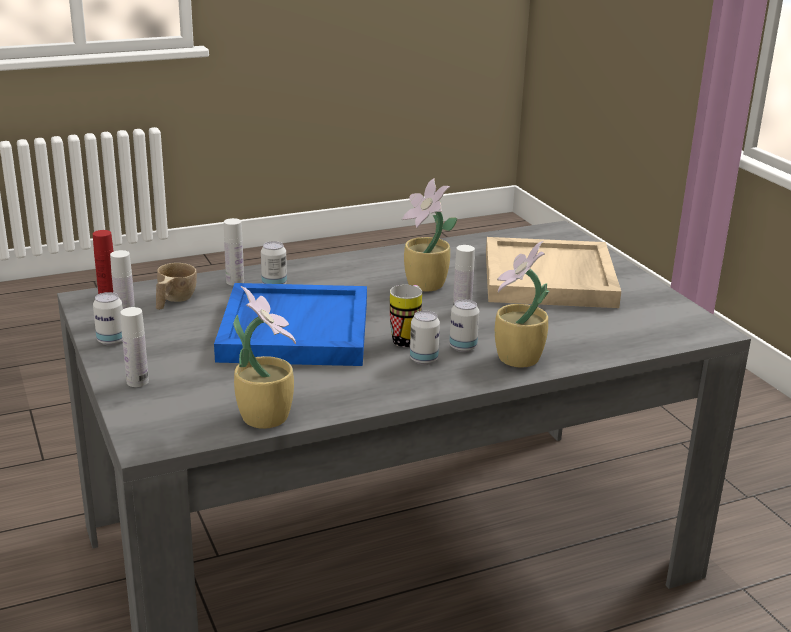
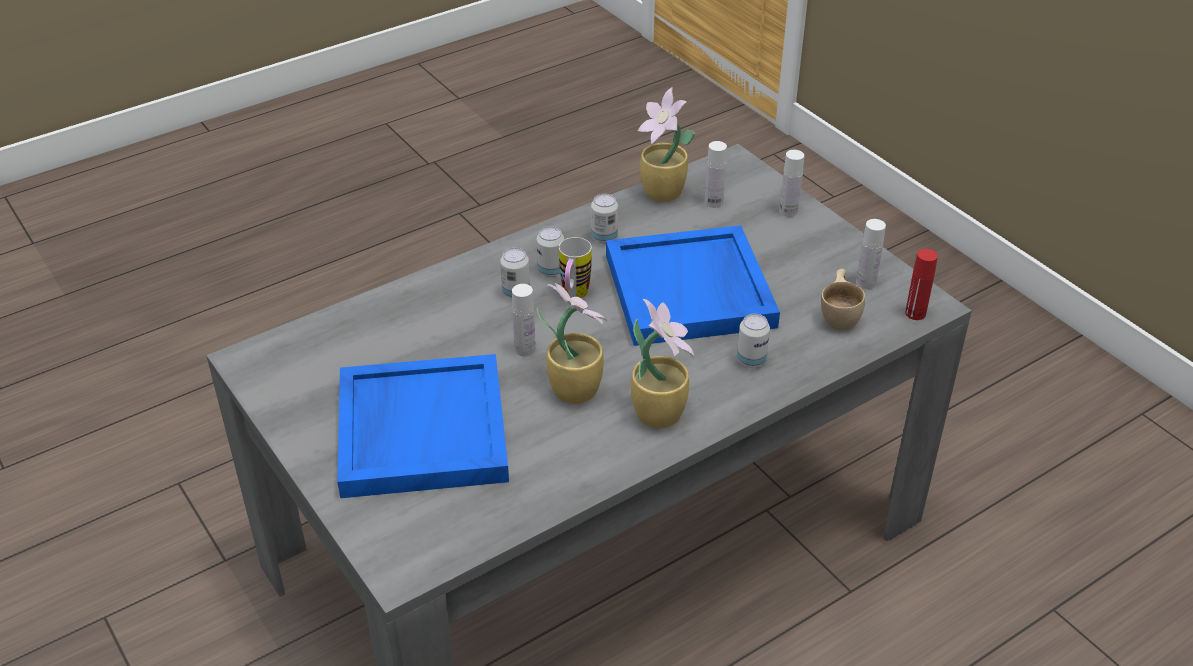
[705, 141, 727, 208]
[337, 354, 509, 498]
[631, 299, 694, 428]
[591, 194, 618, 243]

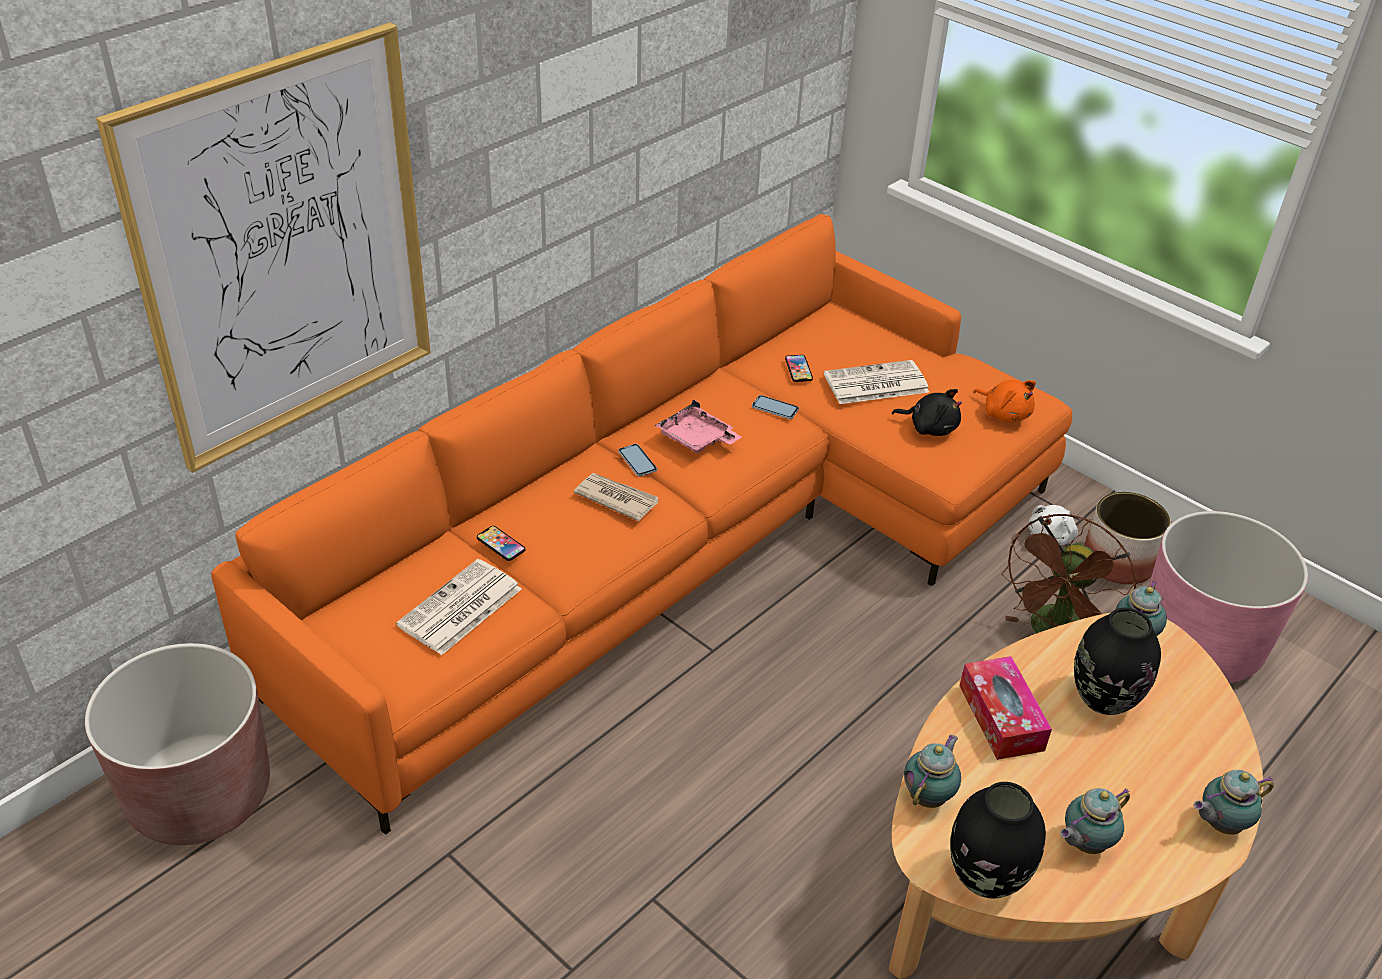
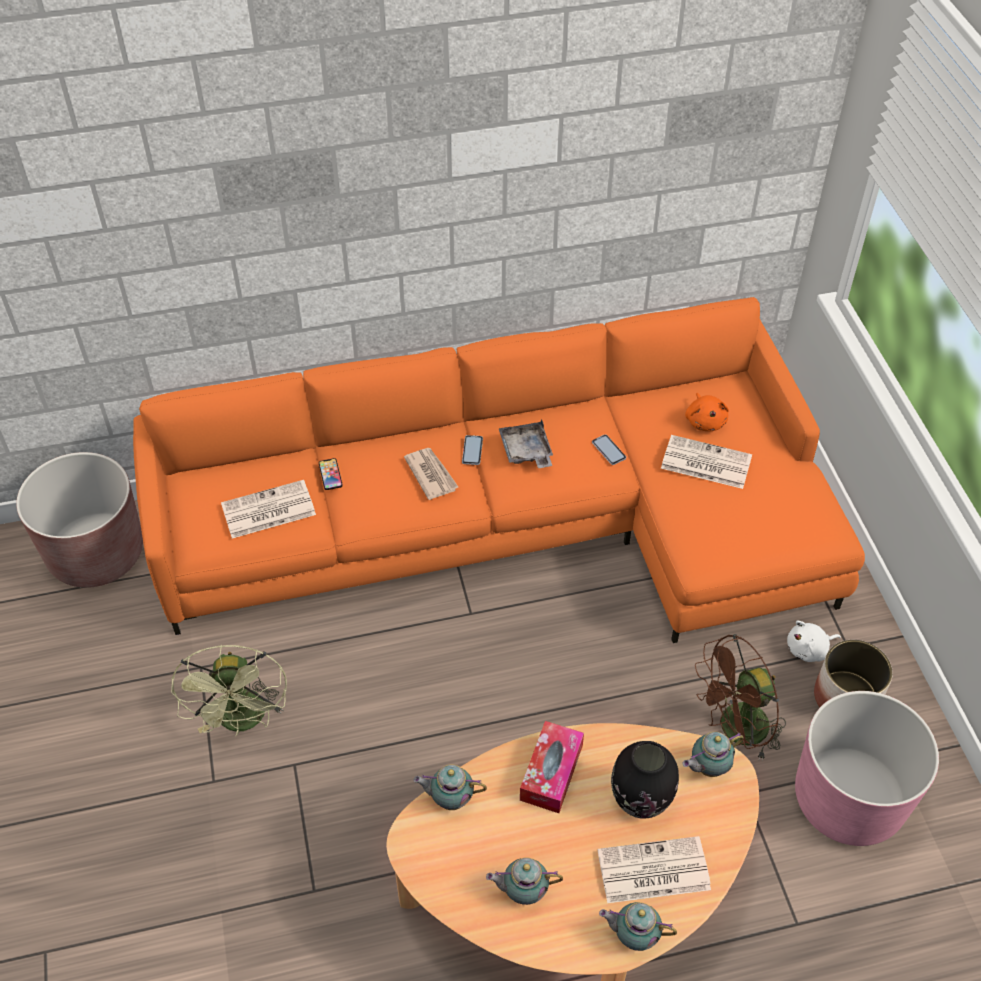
[96, 22, 431, 473] (first image)
[785, 355, 813, 382] (first image)
[685, 393, 729, 431]
[892, 389, 962, 436] (first image)
[499, 419, 553, 468]
[414, 765, 487, 810]
[950, 782, 1046, 899] (first image)
[171, 645, 287, 736]
[597, 836, 711, 903]

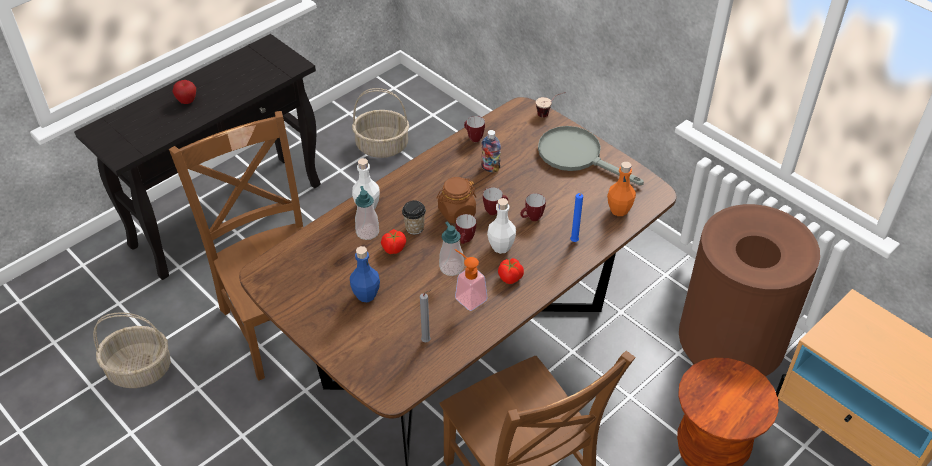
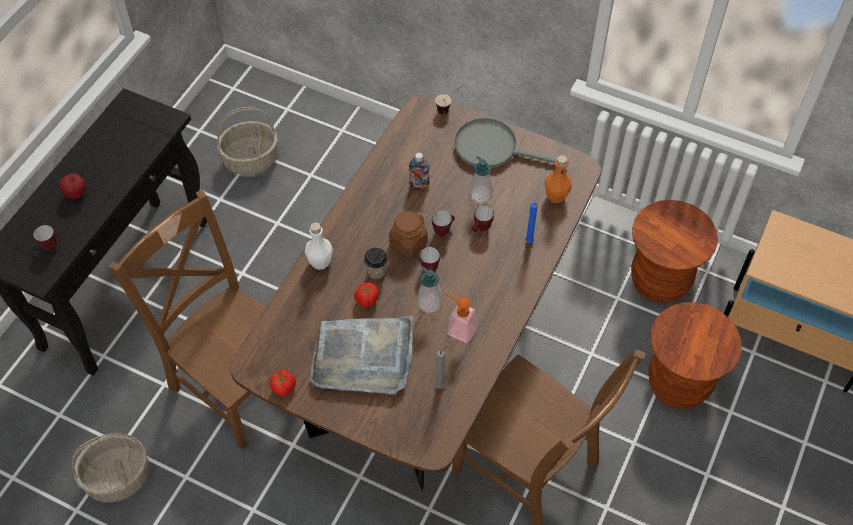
[33, 225, 57, 251]
[470, 156, 493, 203]
[487, 198, 516, 254] (first image)
[631, 200, 718, 303]
[310, 316, 413, 394]
[270, 369, 296, 397]

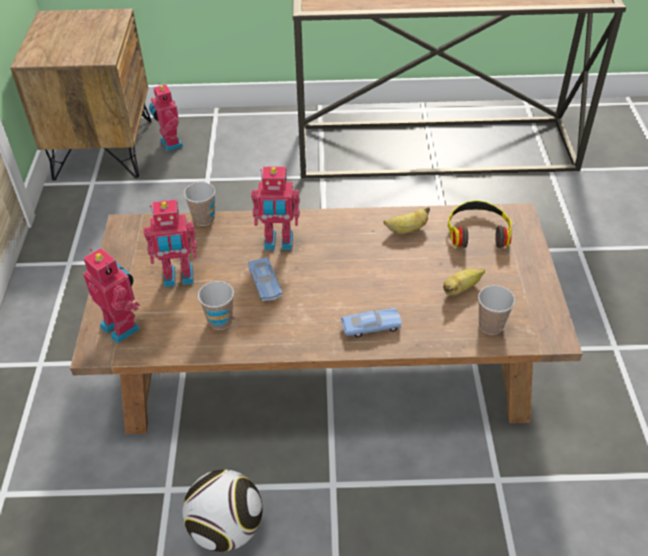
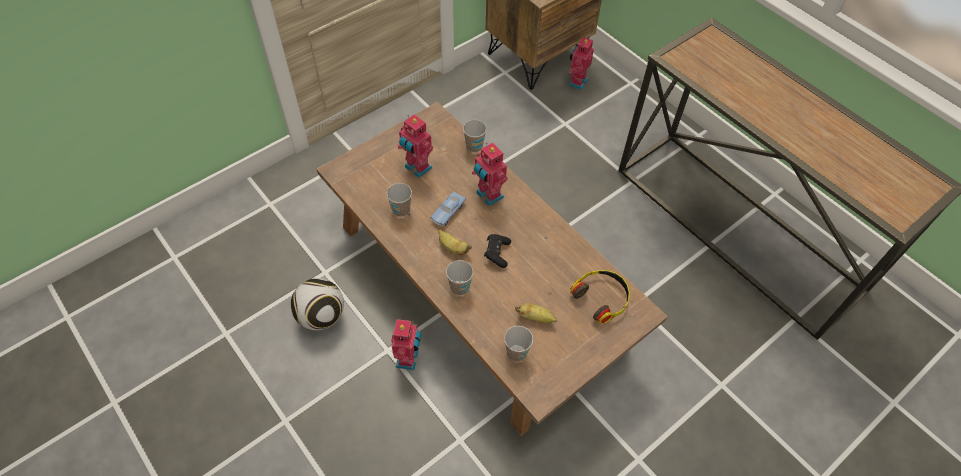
[439, 230, 472, 255]
[391, 318, 421, 370]
[446, 260, 473, 295]
[484, 234, 511, 268]

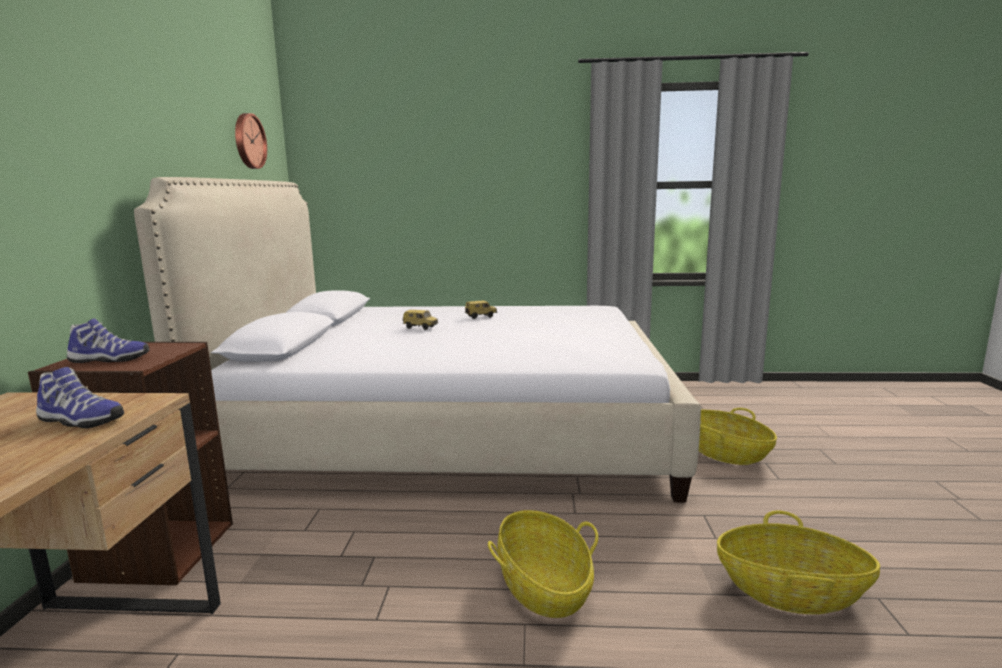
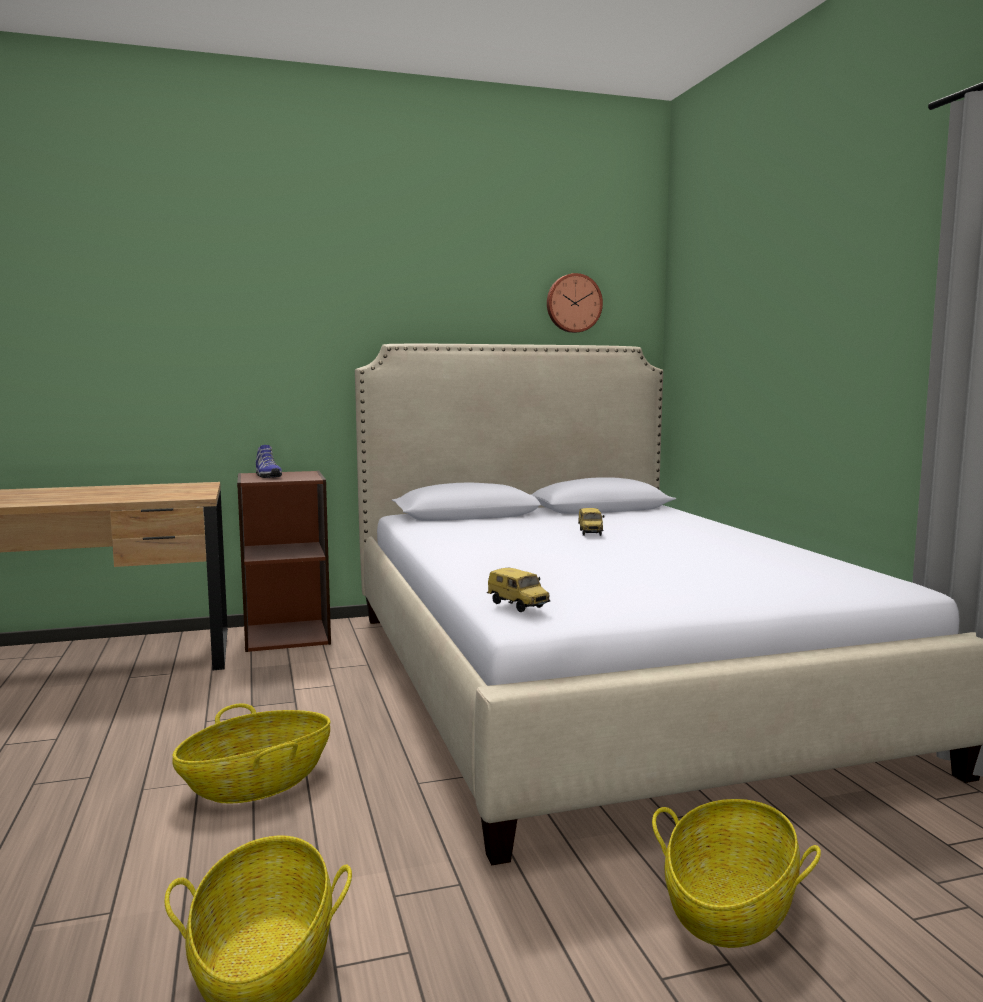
[487, 568, 550, 612]
[36, 367, 124, 429] (first image)

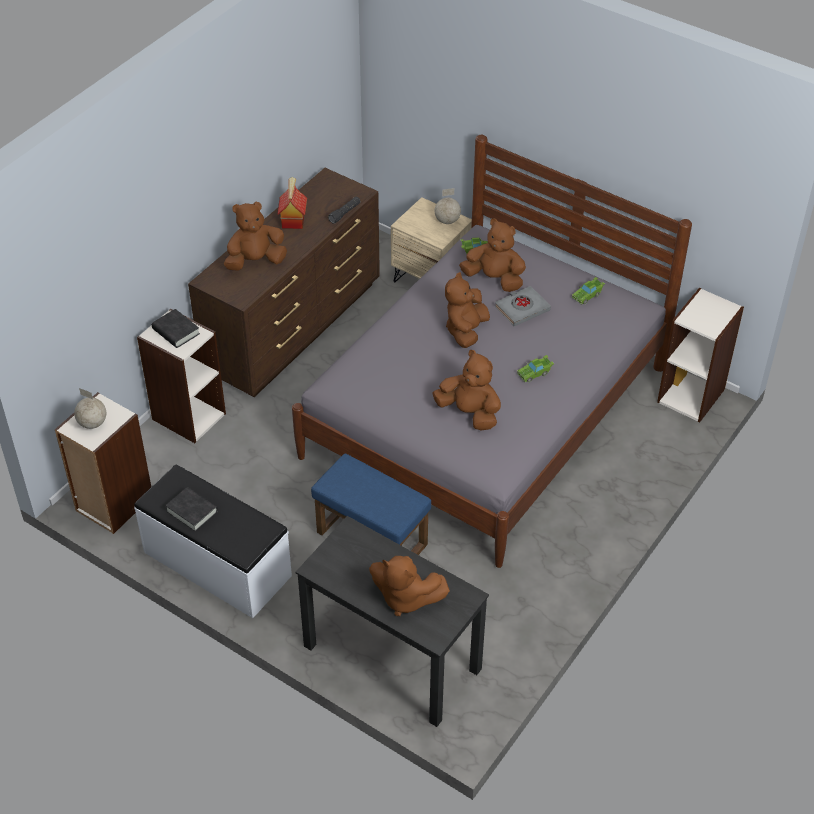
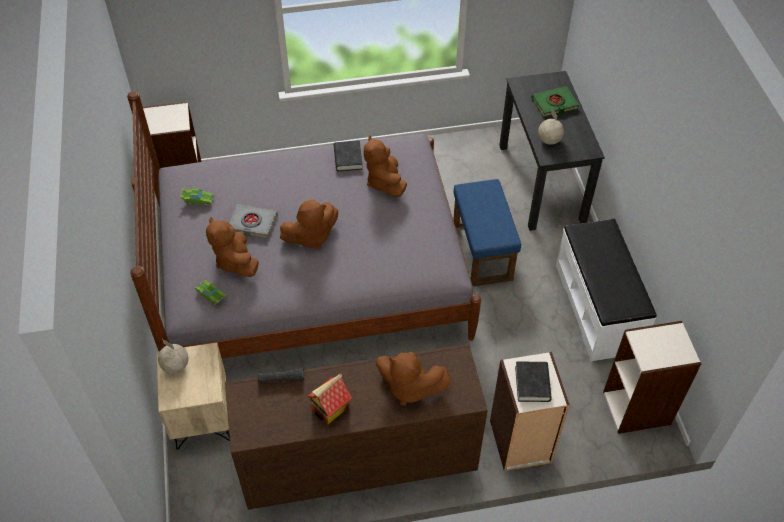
[517, 355, 554, 383] (first image)
[538, 108, 564, 145]
[334, 140, 363, 171]
[531, 86, 579, 117]

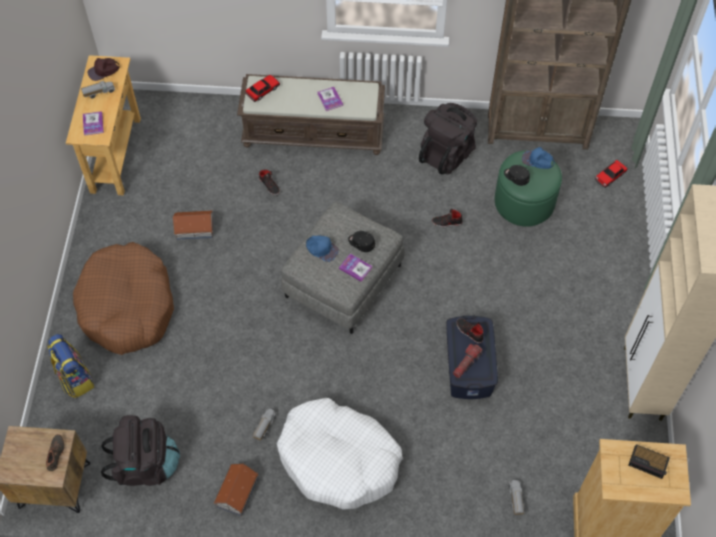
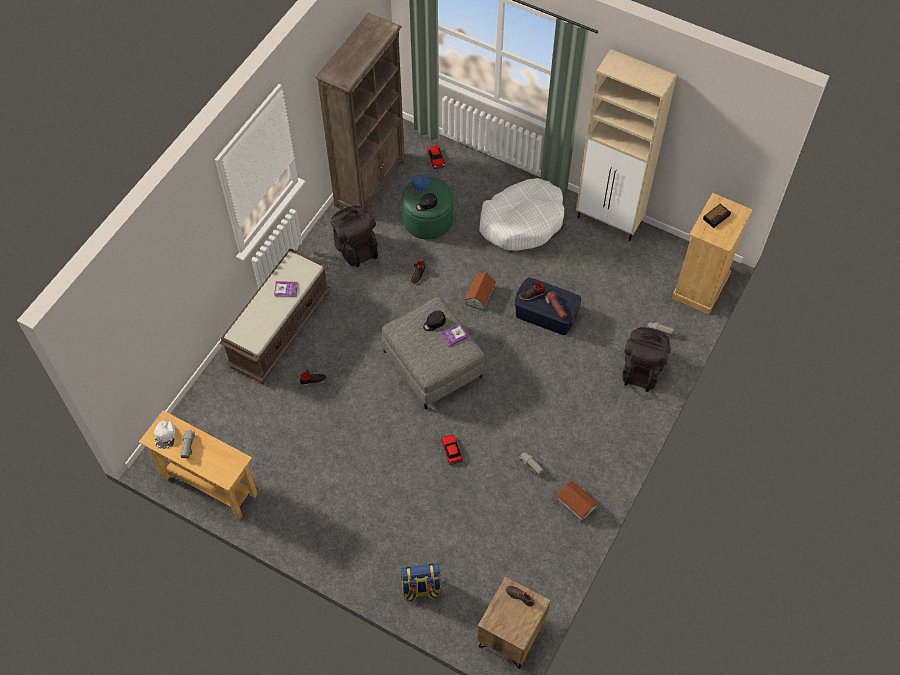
[154, 420, 175, 449]
[441, 435, 462, 465]
[83, 111, 104, 136] (first image)
[465, 272, 496, 311]
[306, 236, 339, 262] (first image)
[73, 242, 174, 355] (first image)
[479, 178, 564, 251]
[622, 327, 671, 392]

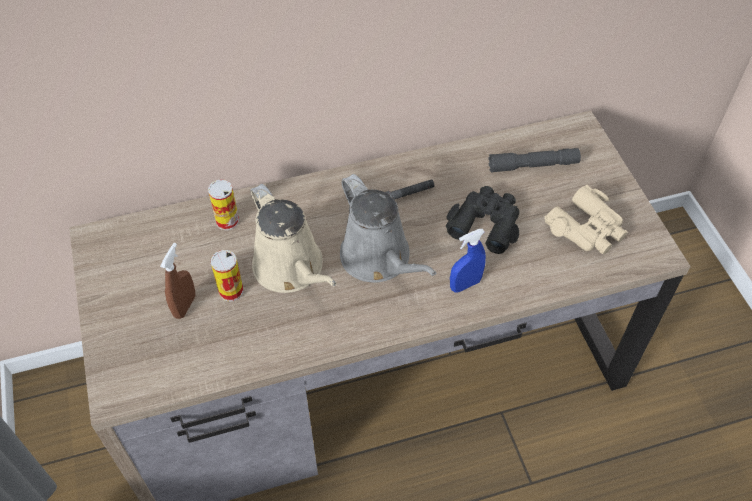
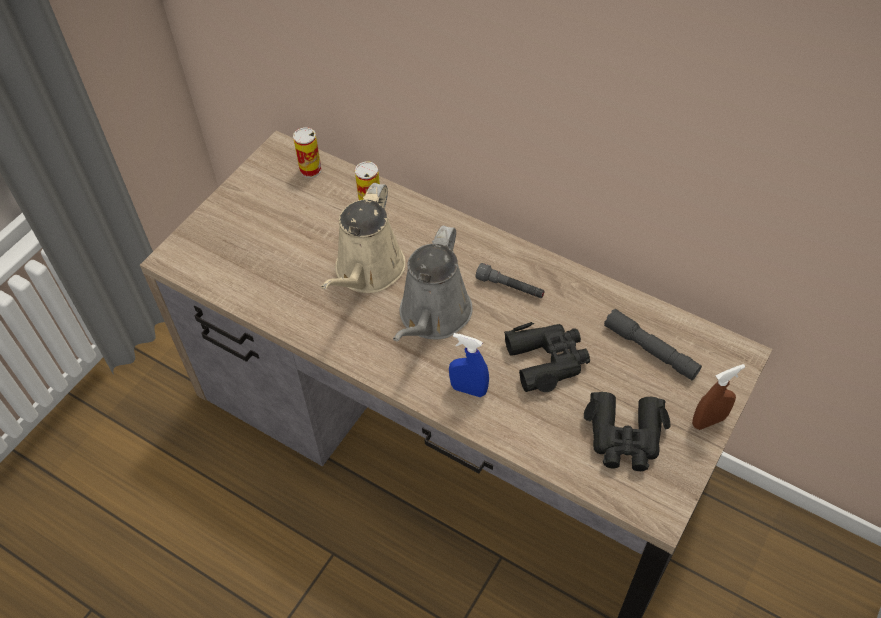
[584, 392, 670, 471]
[692, 364, 745, 430]
[293, 127, 322, 178]

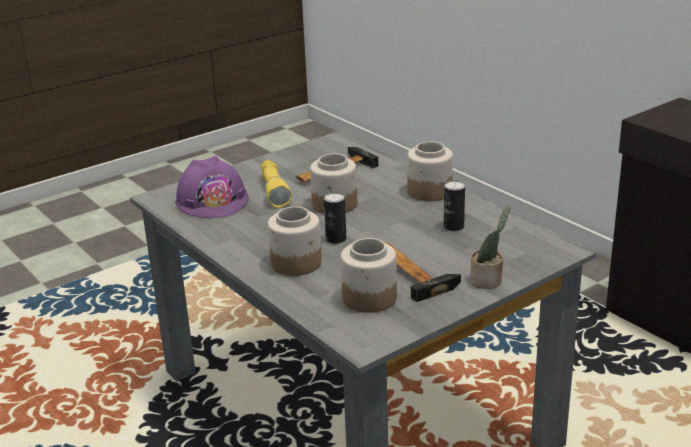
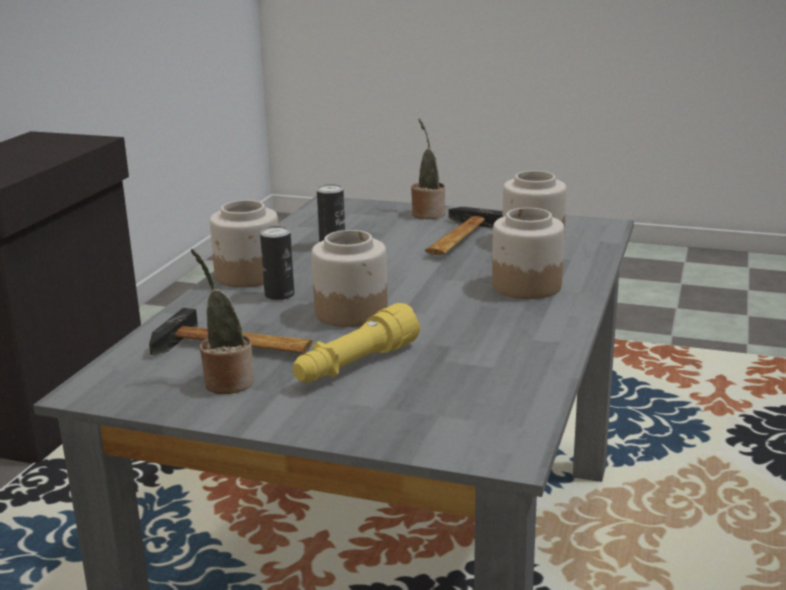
[176, 156, 249, 218] (first image)
[260, 226, 294, 300]
[191, 249, 254, 394]

